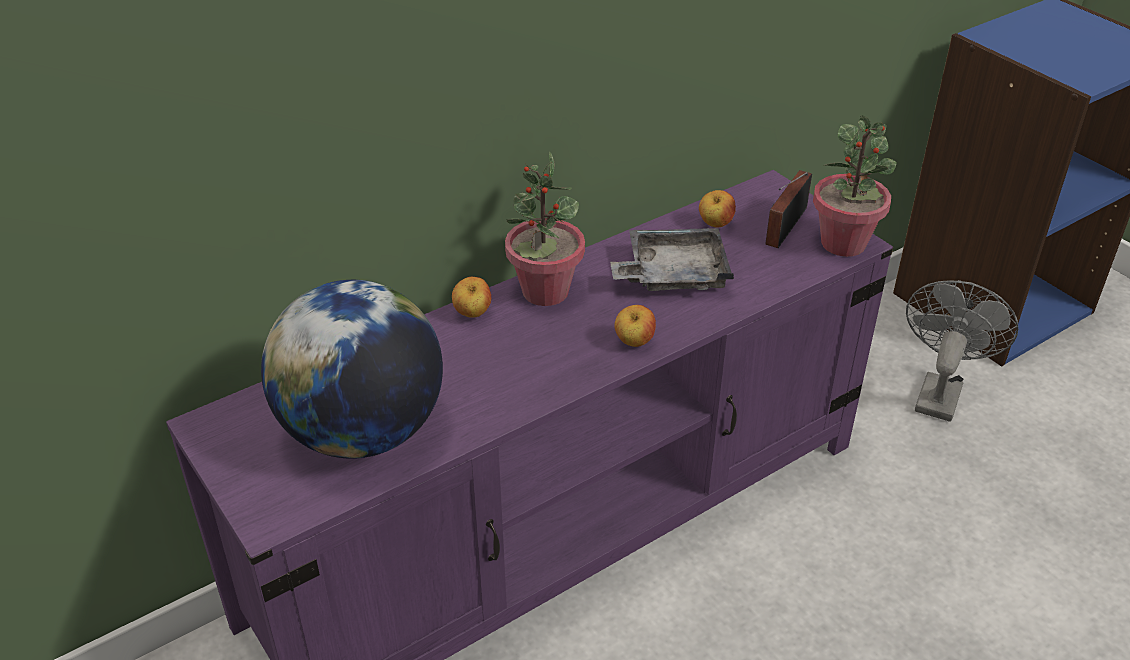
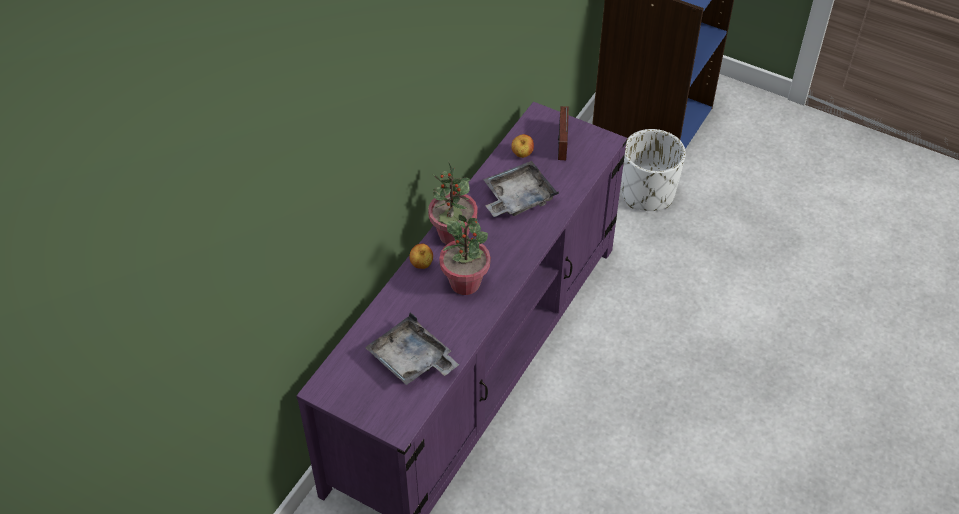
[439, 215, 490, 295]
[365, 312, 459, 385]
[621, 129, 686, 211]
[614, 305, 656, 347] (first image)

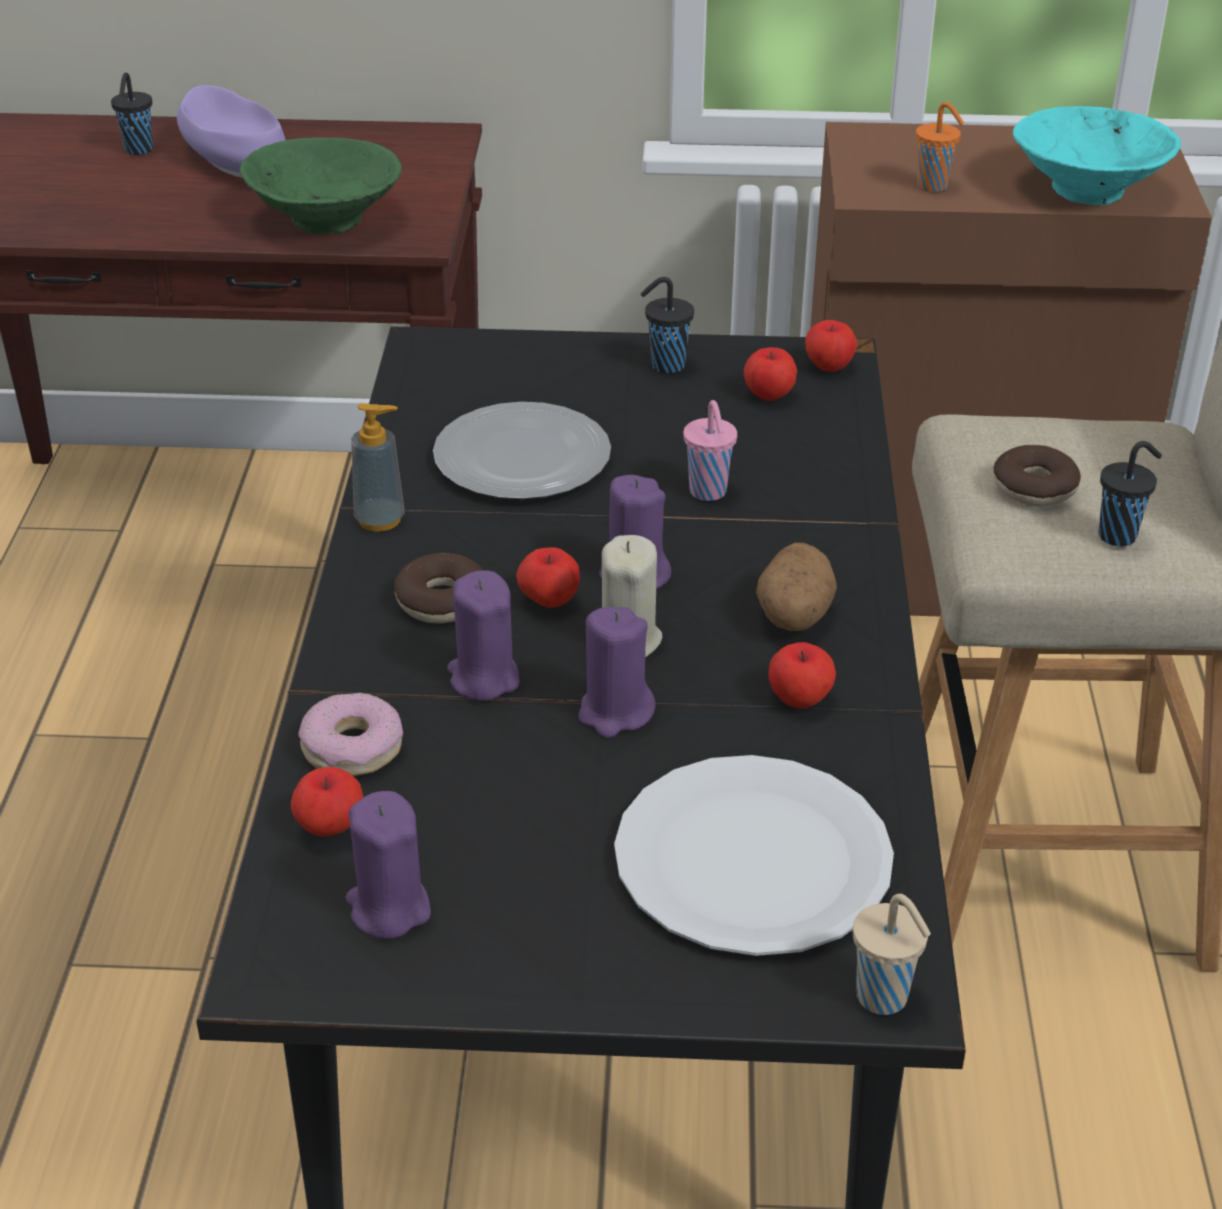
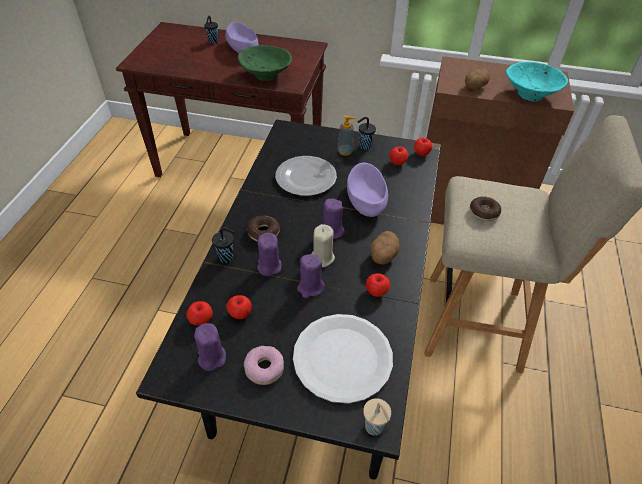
[465, 68, 490, 90]
[347, 163, 388, 217]
[338, 115, 356, 156]
[212, 227, 235, 263]
[226, 295, 252, 319]
[244, 346, 284, 385]

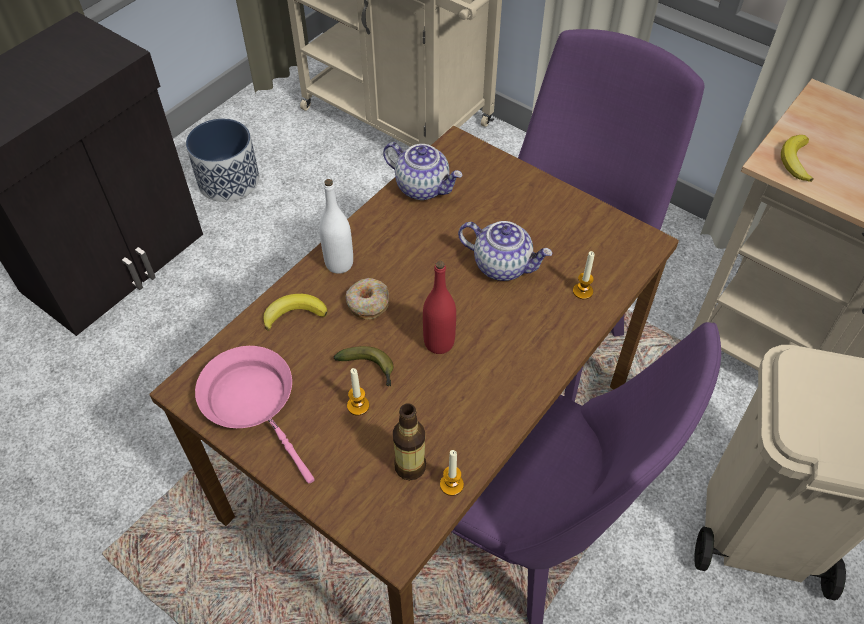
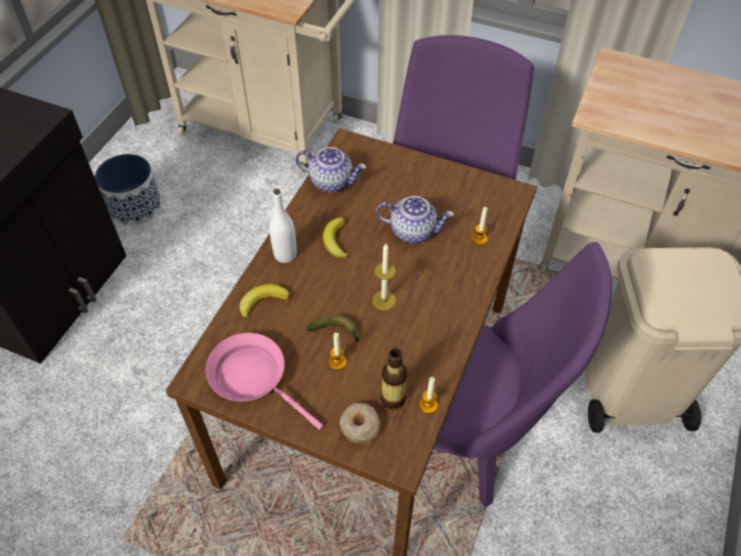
[323, 217, 349, 258]
[372, 244, 396, 310]
[340, 403, 381, 445]

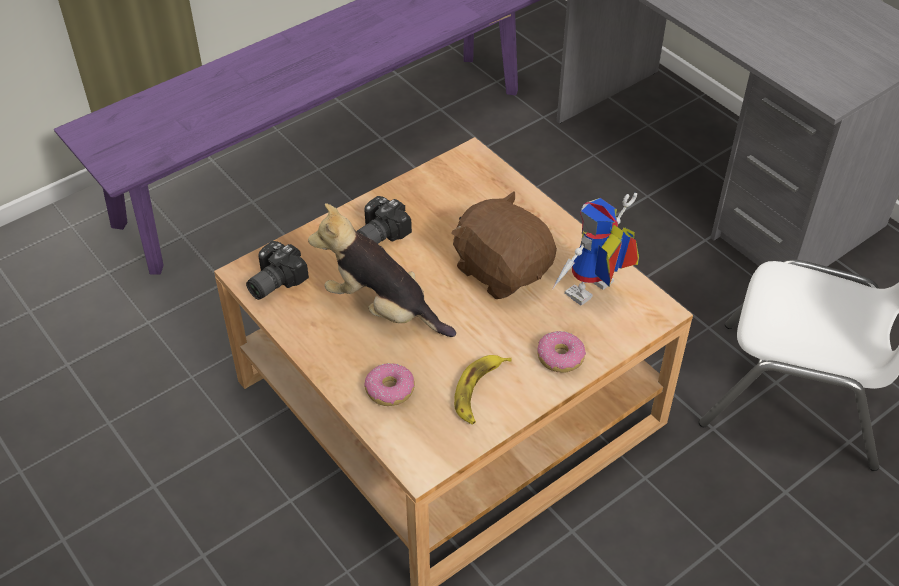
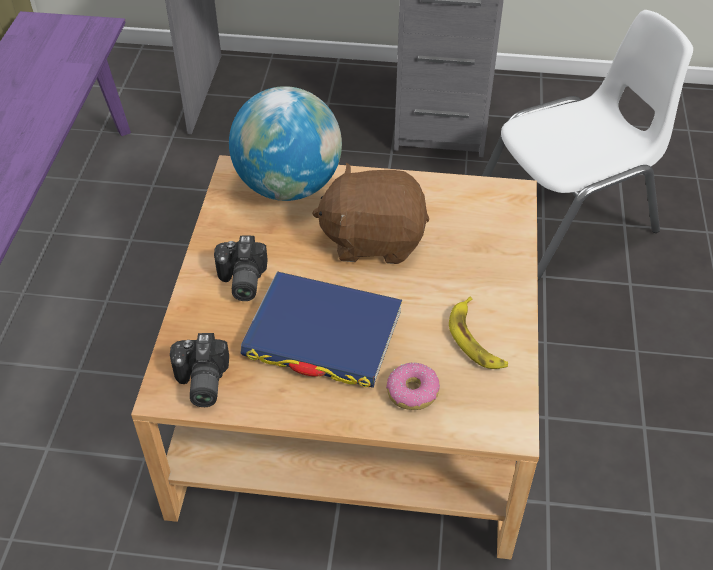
[551, 193, 639, 306] (first image)
[241, 271, 402, 388]
[537, 331, 586, 373] (first image)
[229, 86, 342, 201]

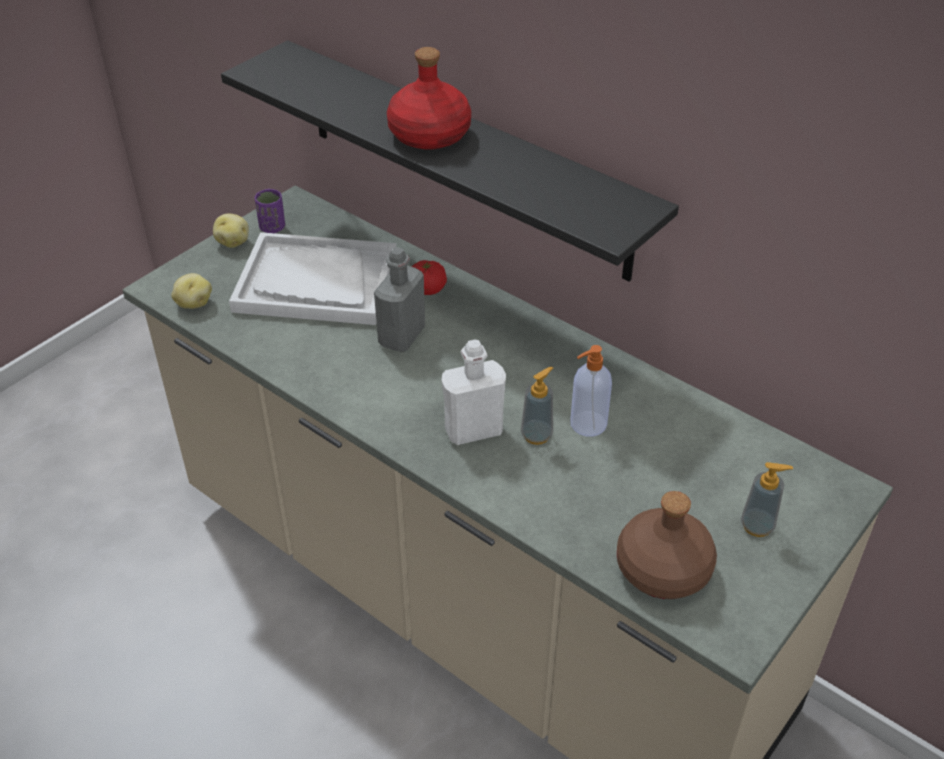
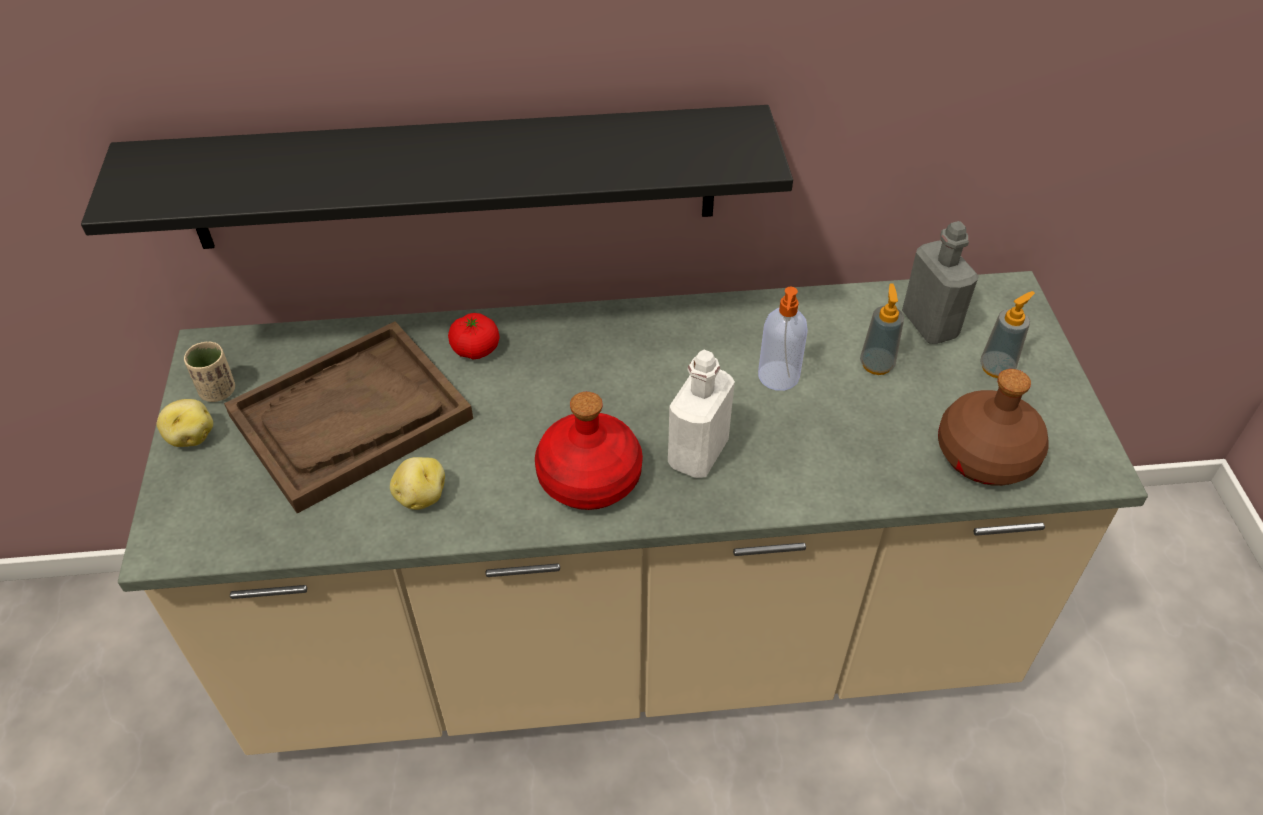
[535, 392, 643, 510]
[184, 342, 235, 402]
[224, 321, 473, 514]
[902, 221, 979, 344]
[390, 457, 445, 510]
[860, 283, 904, 375]

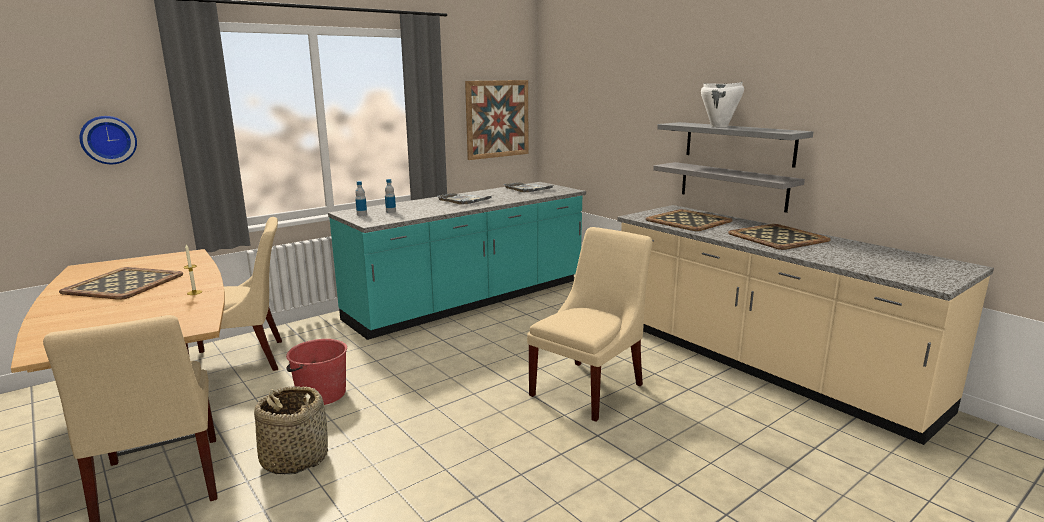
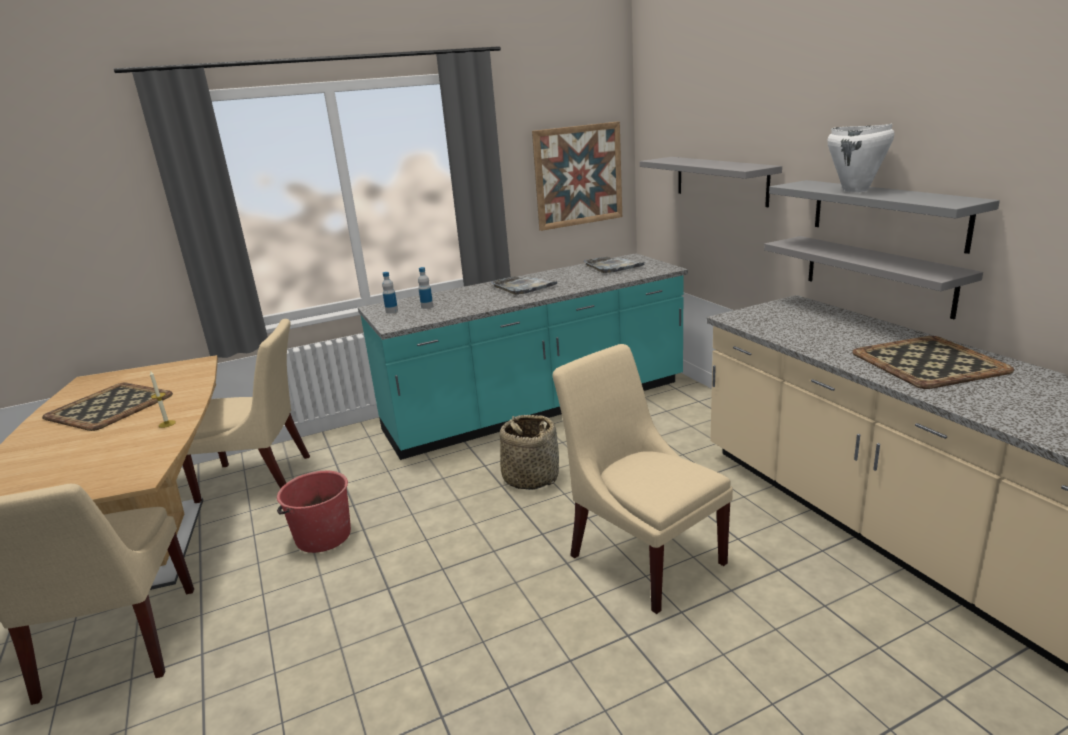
[80, 116, 137, 164] (first image)
[646, 209, 733, 231] (first image)
[552, 344, 733, 614]
[500, 415, 559, 490]
[640, 157, 782, 207]

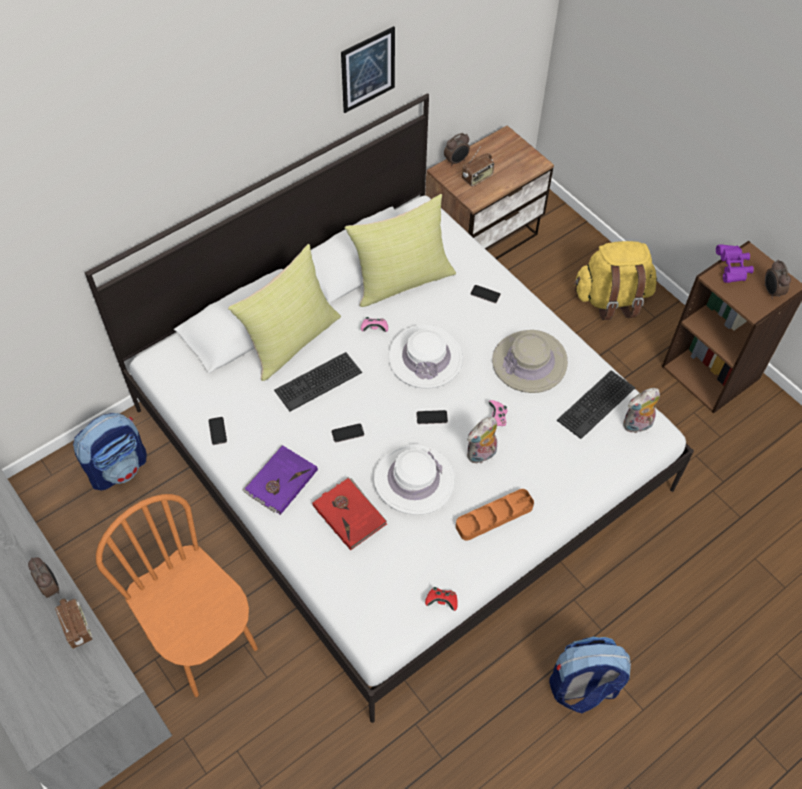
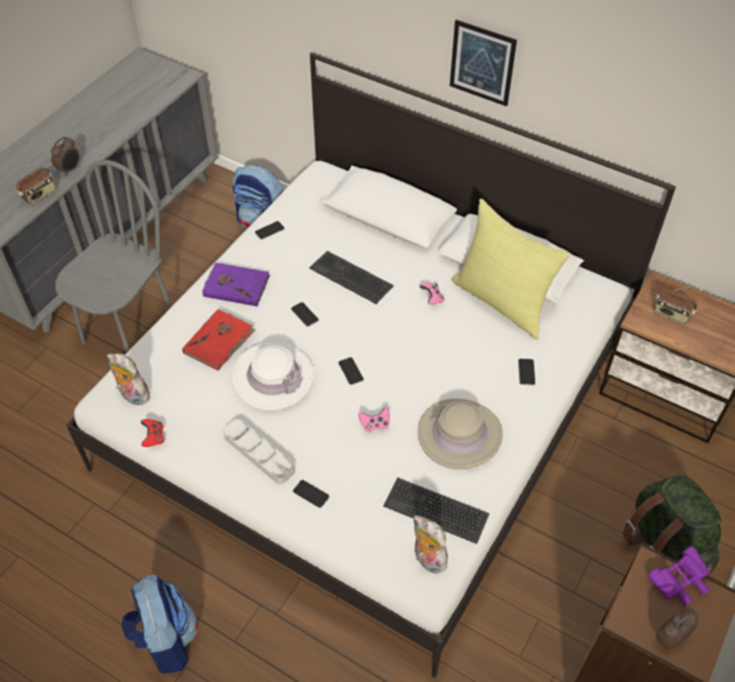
[450, 20, 517, 107]
[444, 133, 470, 166] (first image)
[622, 474, 722, 575]
[228, 244, 341, 381] (first image)
[388, 324, 463, 389] (first image)
[107, 353, 150, 405]
[223, 419, 295, 484]
[55, 160, 172, 353]
[293, 480, 329, 508]

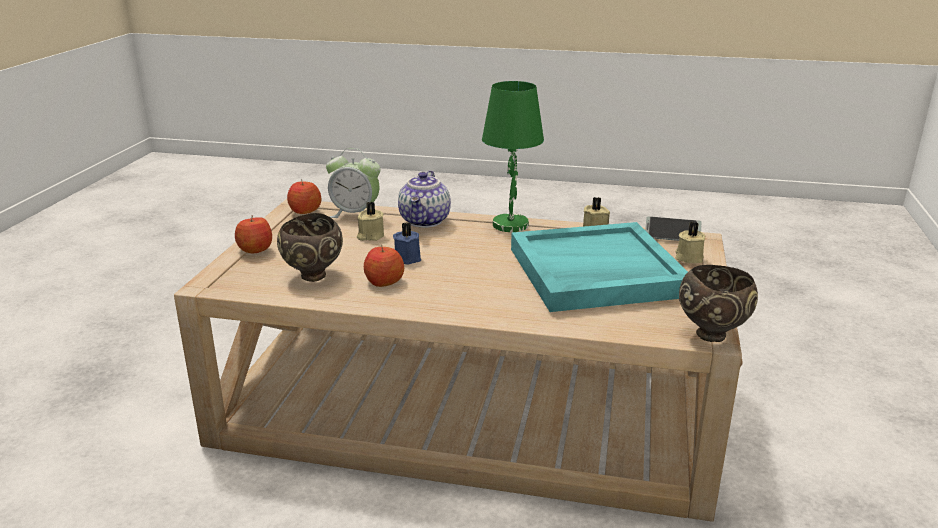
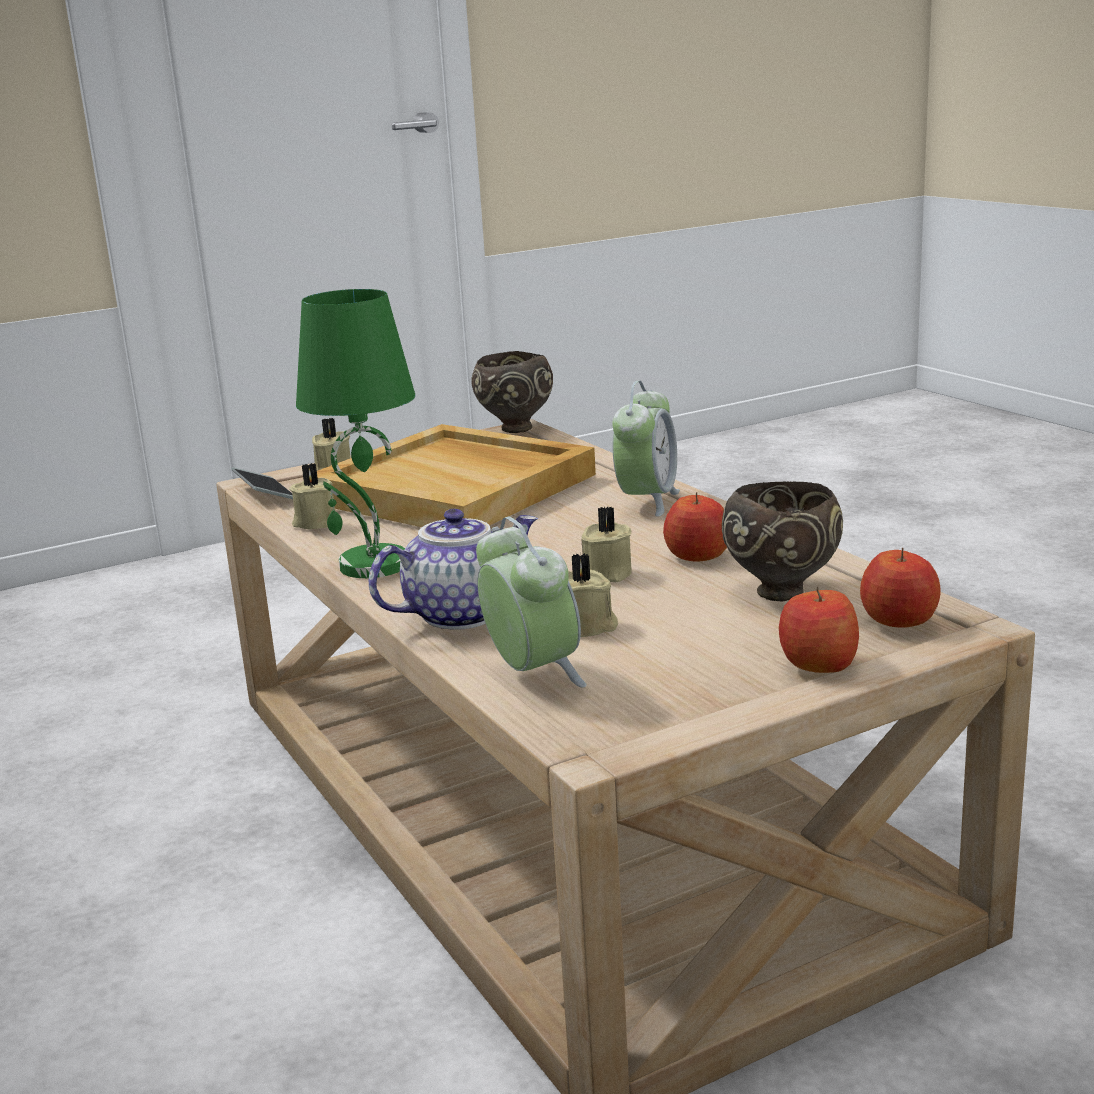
[860, 548, 941, 628]
[581, 507, 632, 582]
[317, 424, 596, 527]
[612, 381, 680, 517]

